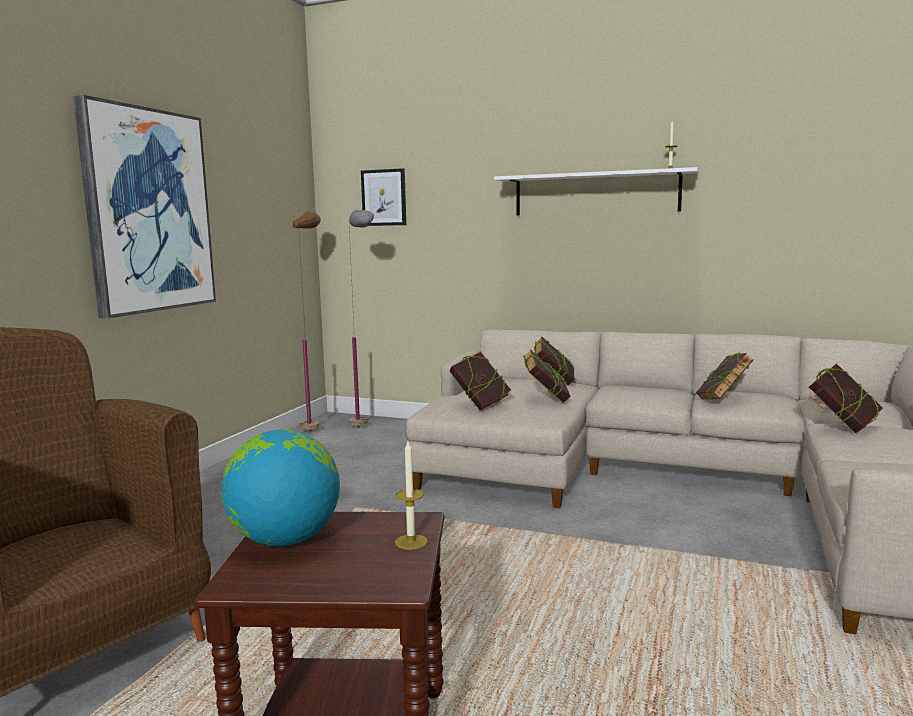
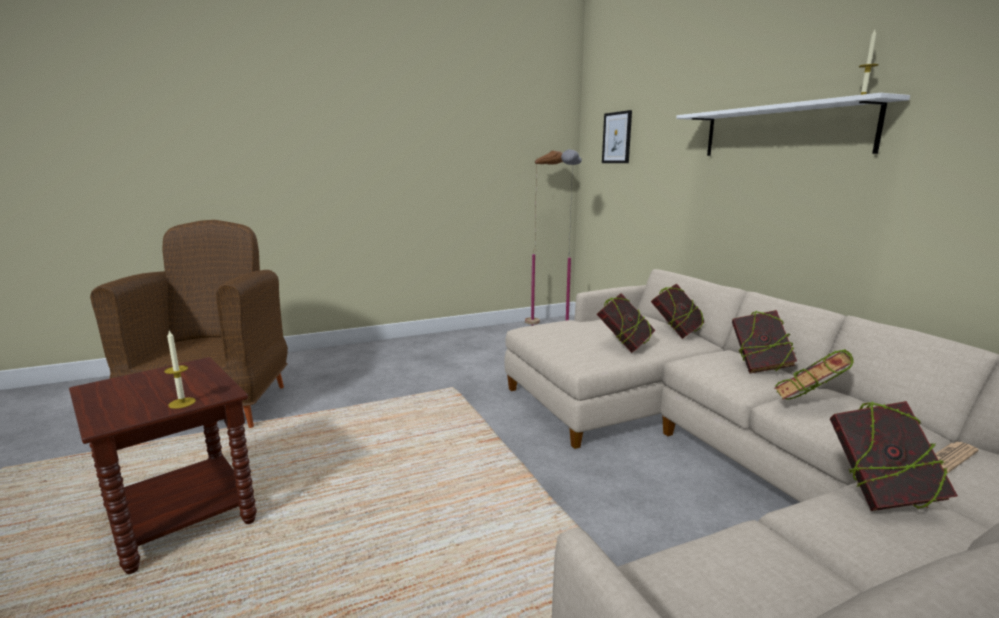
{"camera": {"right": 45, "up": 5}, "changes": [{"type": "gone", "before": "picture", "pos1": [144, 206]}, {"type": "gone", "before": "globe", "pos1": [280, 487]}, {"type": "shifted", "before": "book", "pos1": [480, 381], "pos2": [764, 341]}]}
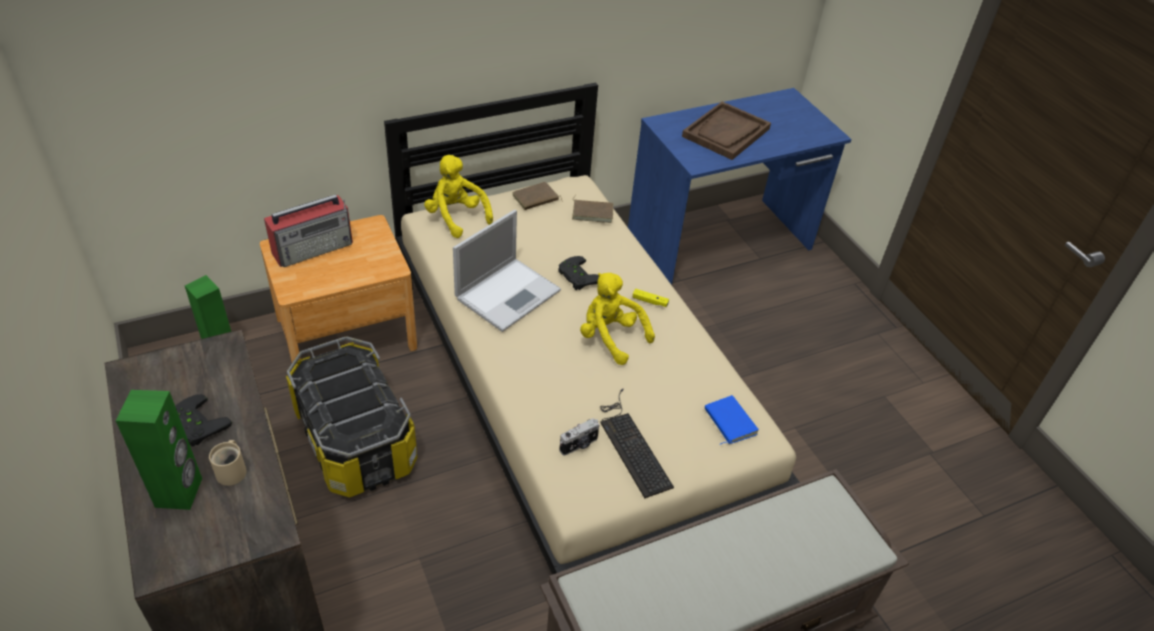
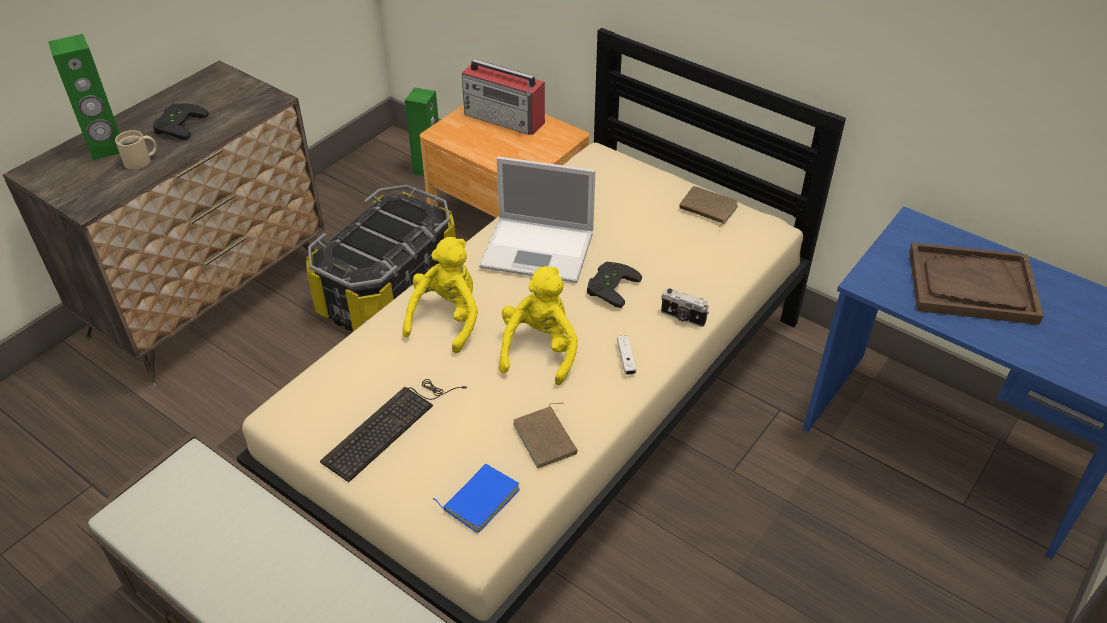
{"camera": {"right": 65, "up": 0}, "changes": [{"type": "shifted", "before": "plush toy (yellow)", "pos1": [458, 196], "pos2": [440, 295]}, {"type": "shifted", "before": "photo camera", "pos1": [579, 437], "pos2": [685, 307]}, {"type": "shifted", "before": "book (brown)", "pos1": [592, 209], "pos2": [545, 435]}, {"type": "repainted", "before": "game controller (yellow)", "after": "game controller (white)", "pos1": [651, 298], "pos2": [626, 355]}]}
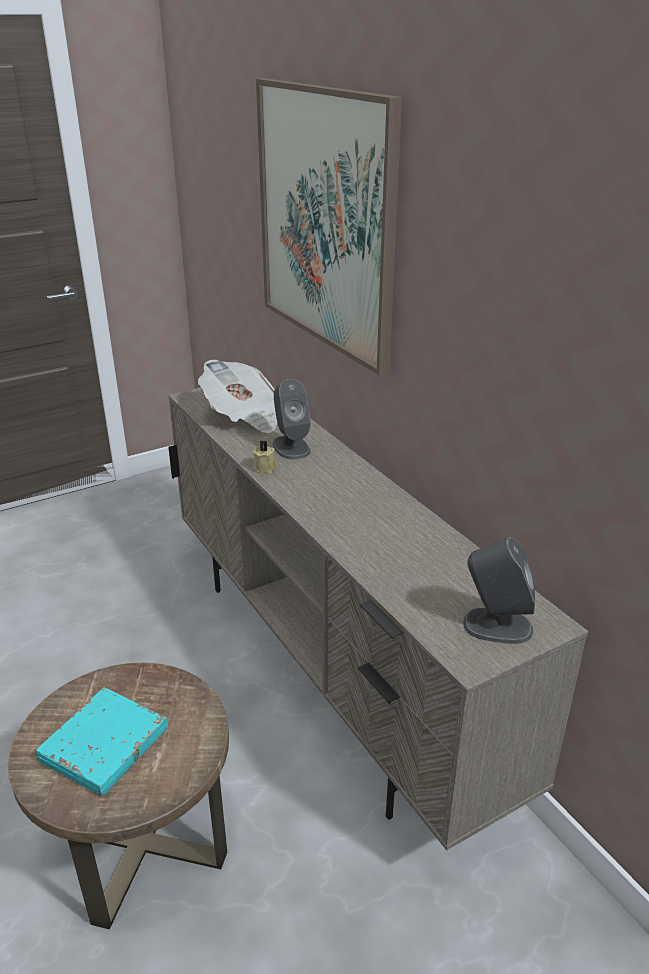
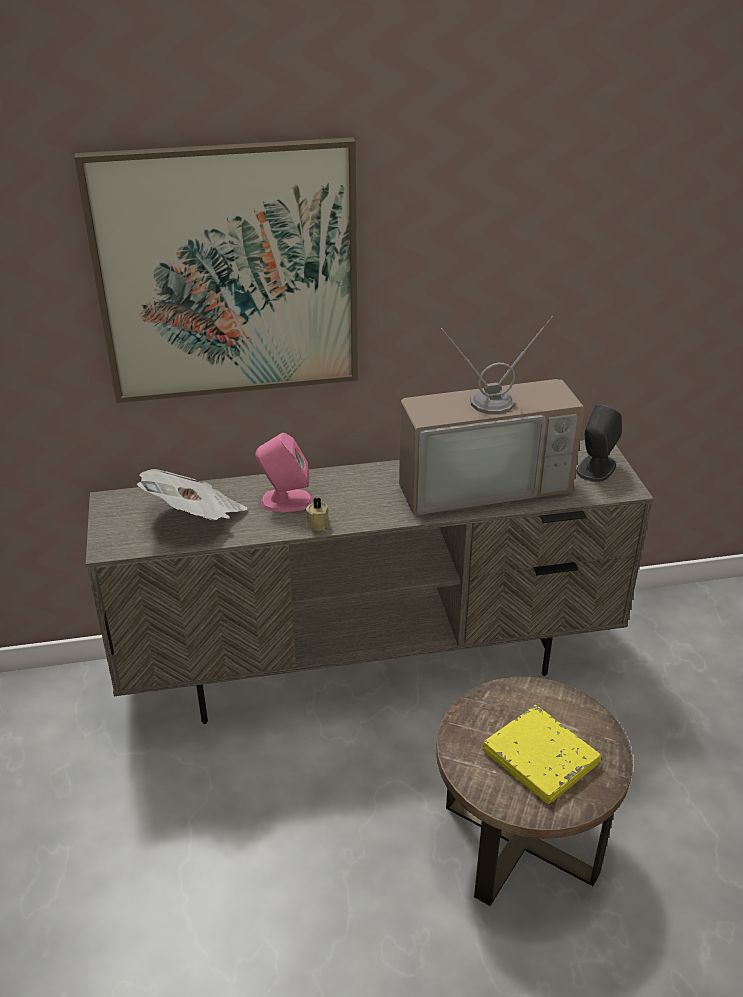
{"camera": {"right": -70, "up": 5}, "changes": [{"type": "repainted", "before": "book (turquoise)", "after": "book (yellow)", "pos1": [102, 742], "pos2": [542, 754]}, {"type": "repainted", "before": "speaker (grey)", "after": "speaker (pink)", "pos1": [292, 419], "pos2": [283, 472]}, {"type": "new", "after": "television", "pos2": [492, 415]}]}
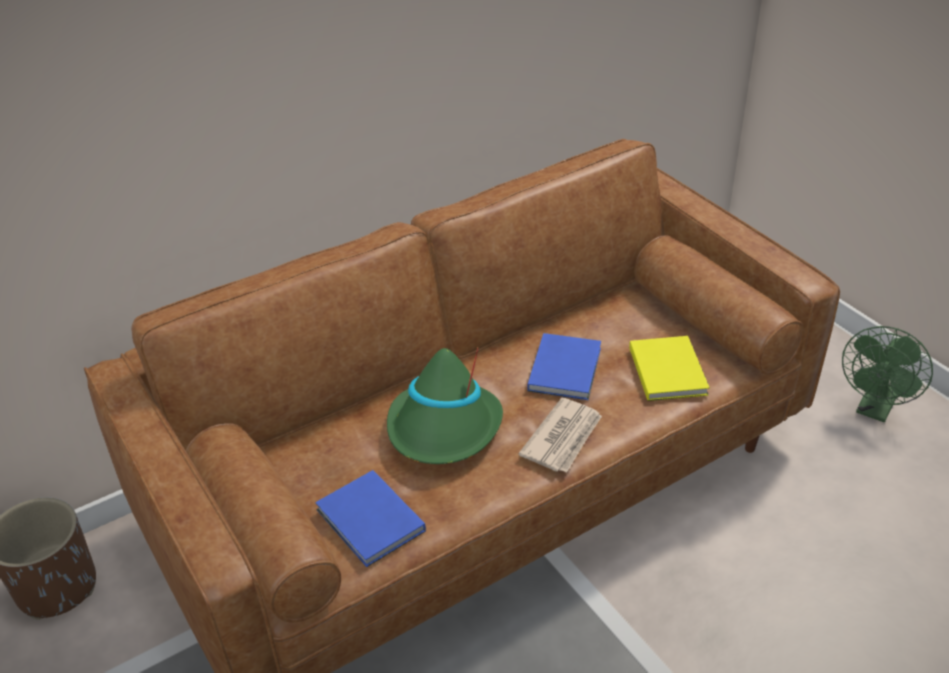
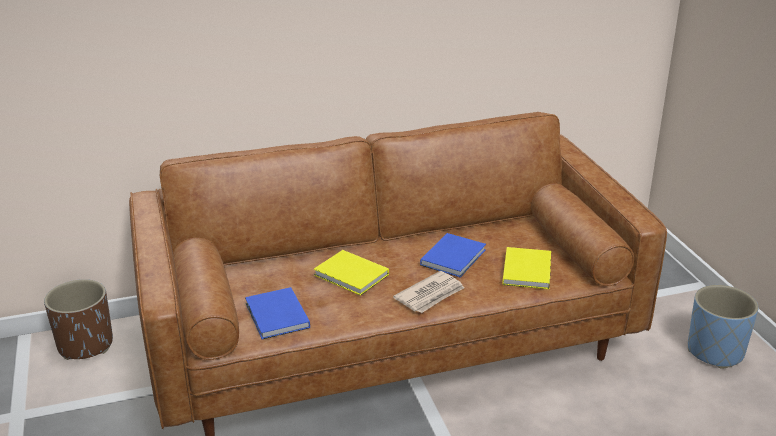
{"camera": {"right": 15, "up": -10}, "changes": [{"type": "swapped", "before": "hat (green)", "after": "book (yellow)", "pos1": [445, 405], "pos2": [351, 273]}, {"type": "swapped", "before": "fan (green)", "after": "planter (blue)", "pos1": [887, 374], "pos2": [723, 327]}]}
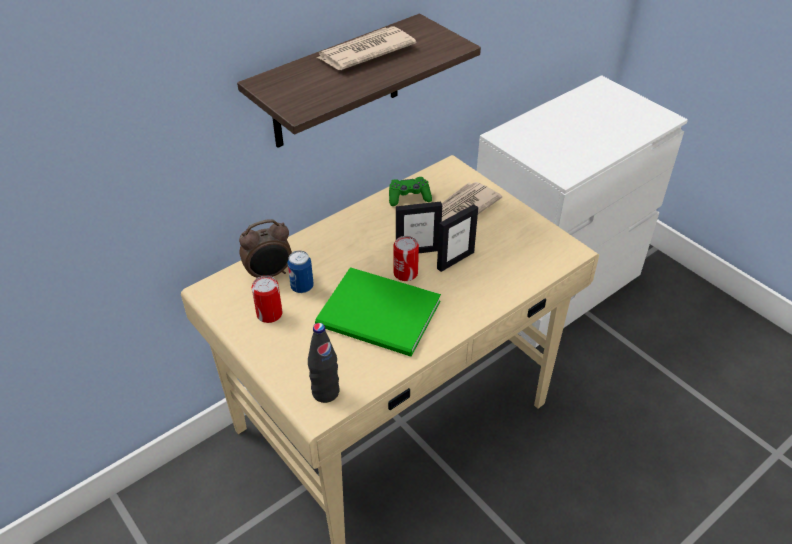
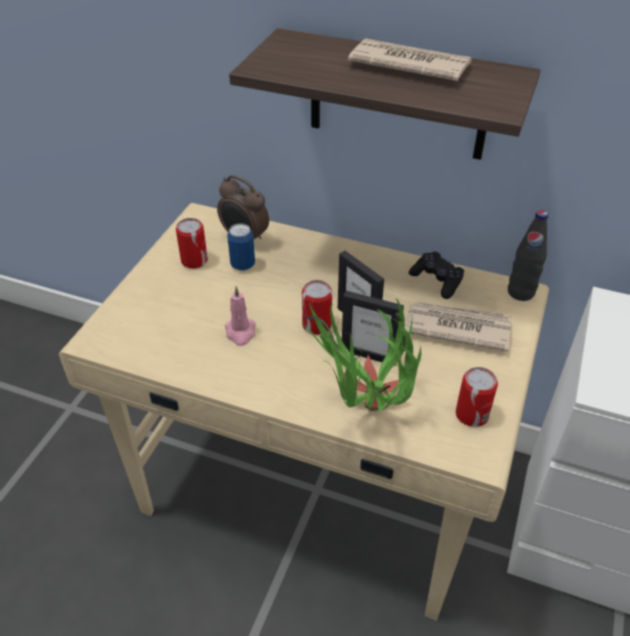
{"camera": {"right": 60, "up": 0}, "changes": [{"type": "shifted", "before": "bottle (black)", "pos1": [324, 363], "pos2": [528, 255]}, {"type": "swapped", "before": "book (green)", "after": "candle (pink)", "pos1": [378, 312], "pos2": [240, 316]}, {"type": "repainted", "before": "game controller (green)", "after": "game controller (black)", "pos1": [410, 191], "pos2": [436, 275]}, {"type": "new", "after": "potted plant", "pos2": [362, 354]}, {"type": "new", "after": "can", "pos2": [477, 397]}]}
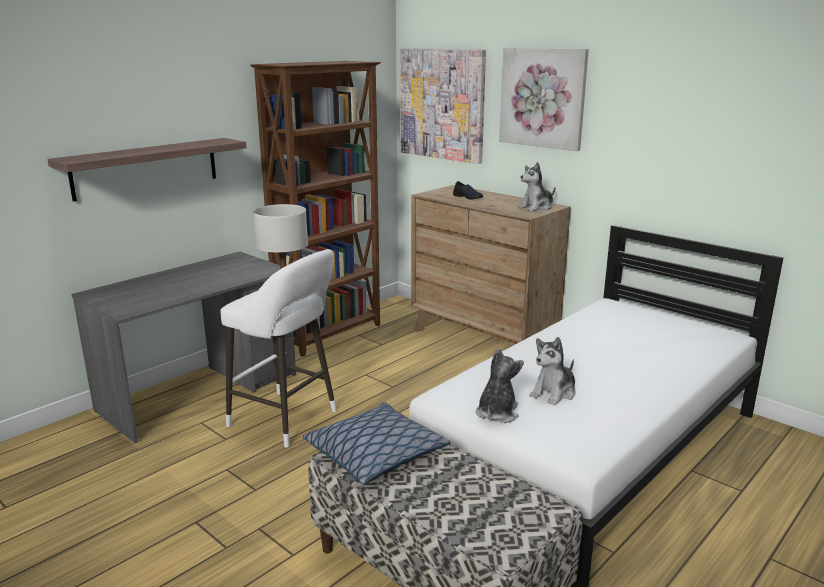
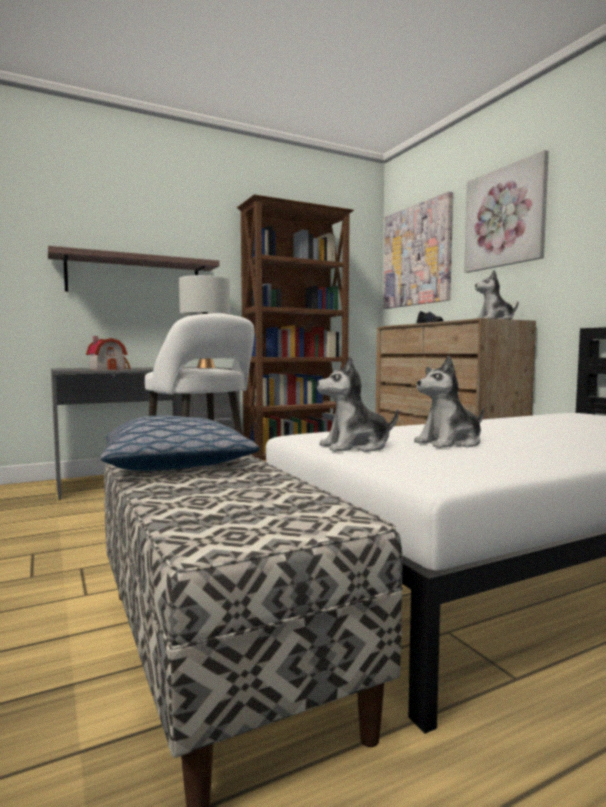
{"camera": {"right": 20, "up": -15}, "changes": [{"type": "rotated", "before": "plush toy", "pos1": [500, 385], "pos2": [358, 404], "turn": -150}, {"type": "new", "after": "toy house", "pos2": [108, 353]}]}
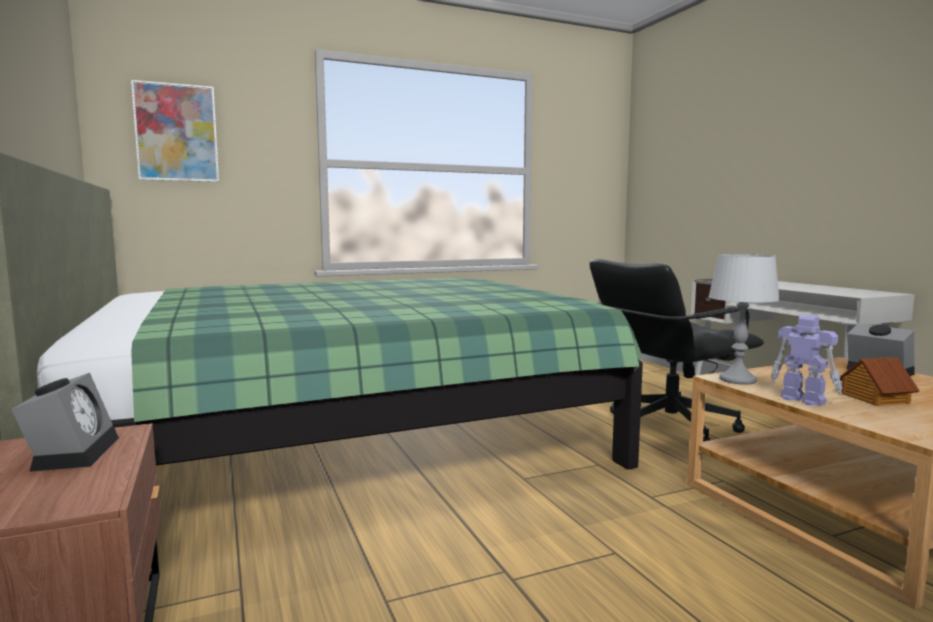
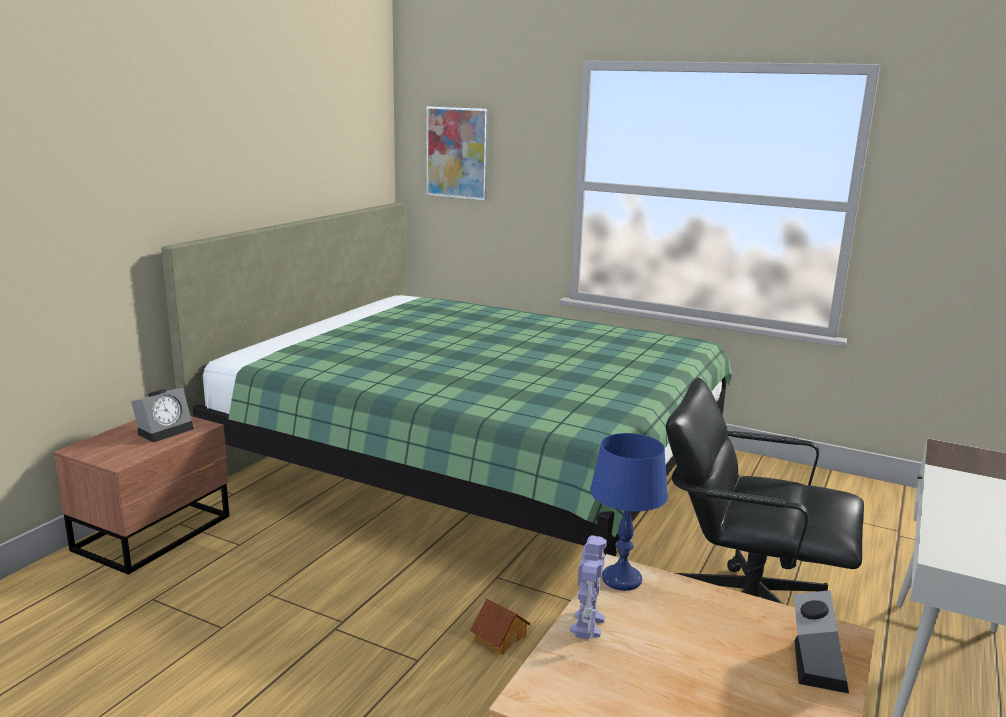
{"camera": {"right": 50, "up": 10}, "changes": [{"type": "repainted", "before": "table lamp (grey)", "after": "table lamp (blue)", "pos1": [744, 319], "pos2": [629, 512]}, {"type": "shifted", "before": "toy house", "pos1": [879, 381], "pos2": [500, 626]}]}
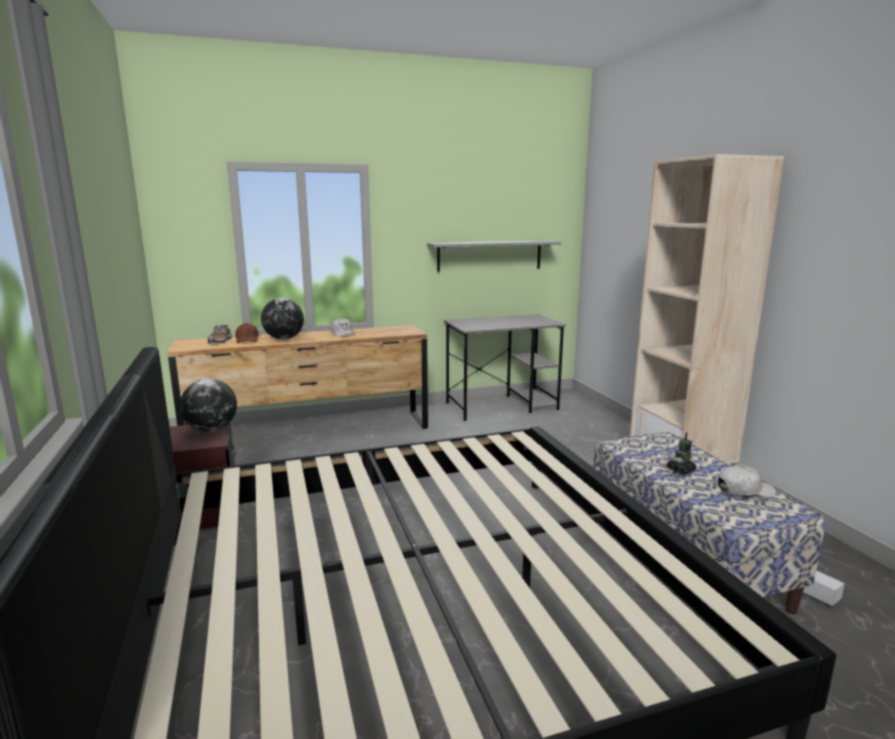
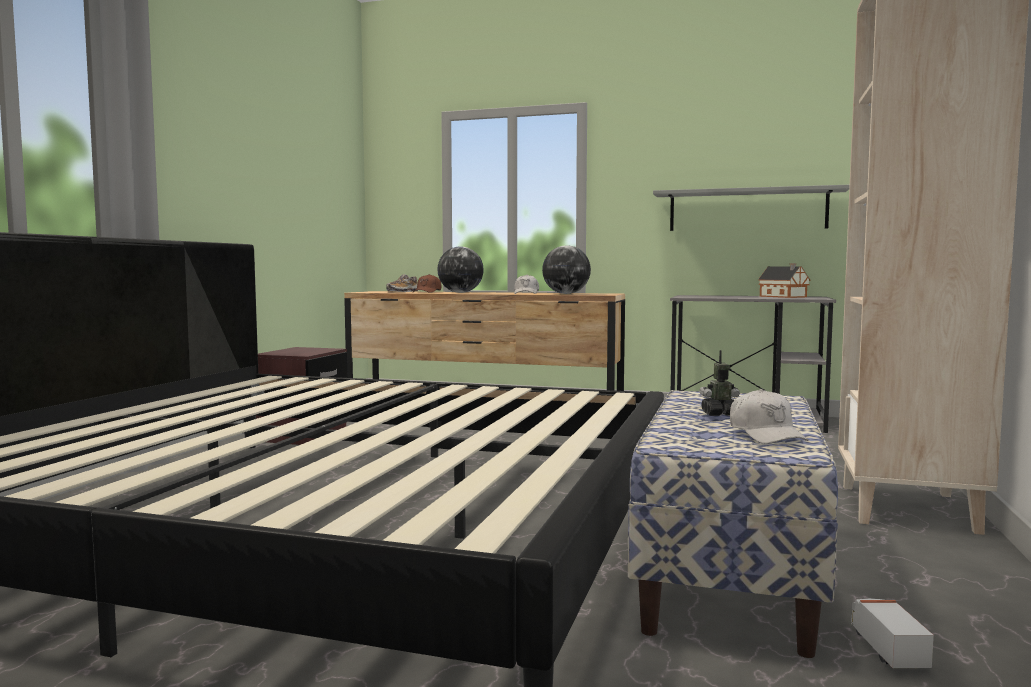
{"camera": {"right": 35, "up": -10}, "changes": [{"type": "shifted", "before": "globe", "pos1": [208, 405], "pos2": [566, 269]}, {"type": "rotated", "before": "cap (white)", "pos1": [747, 481], "pos2": [769, 416], "turn": 45}, {"type": "new", "after": "toy house", "pos2": [784, 280]}]}
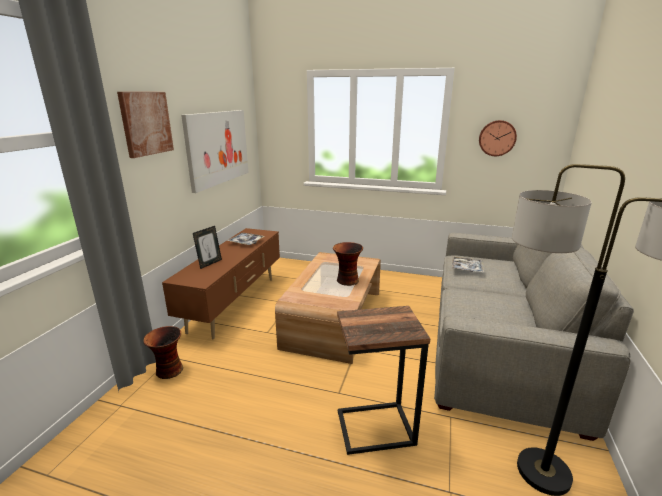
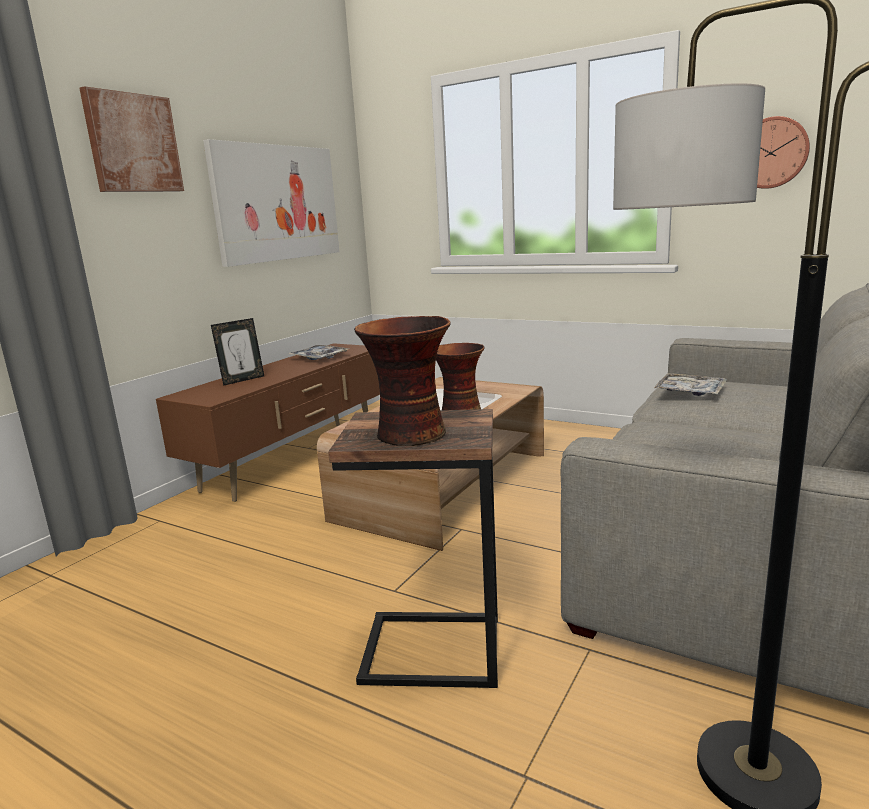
{"camera": {"right": 15, "up": -5}, "changes": [{"type": "shifted", "before": "vase", "pos1": [163, 352], "pos2": [402, 381]}]}
